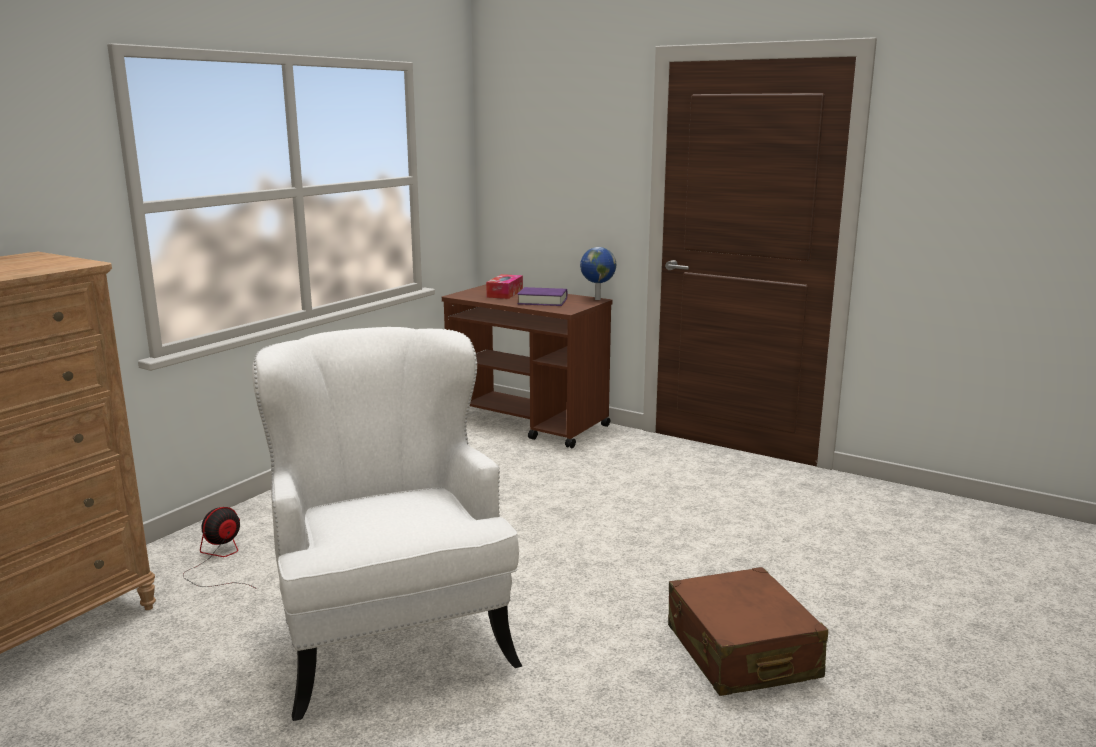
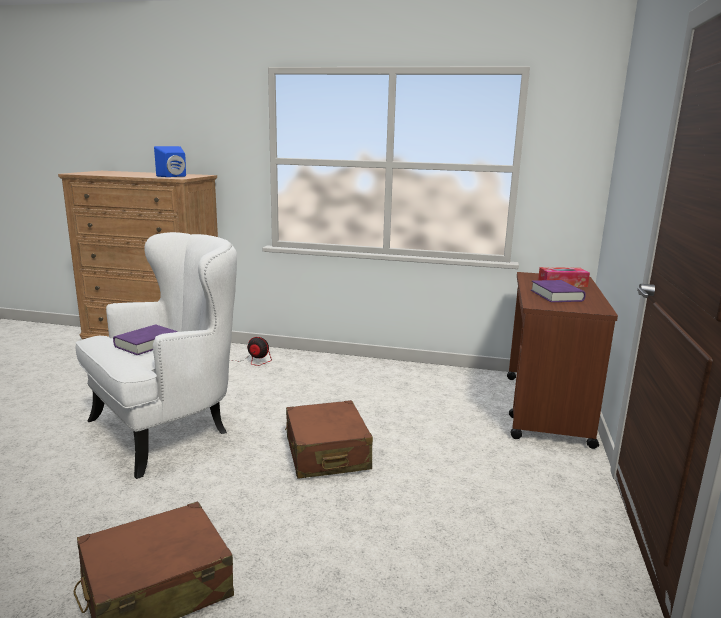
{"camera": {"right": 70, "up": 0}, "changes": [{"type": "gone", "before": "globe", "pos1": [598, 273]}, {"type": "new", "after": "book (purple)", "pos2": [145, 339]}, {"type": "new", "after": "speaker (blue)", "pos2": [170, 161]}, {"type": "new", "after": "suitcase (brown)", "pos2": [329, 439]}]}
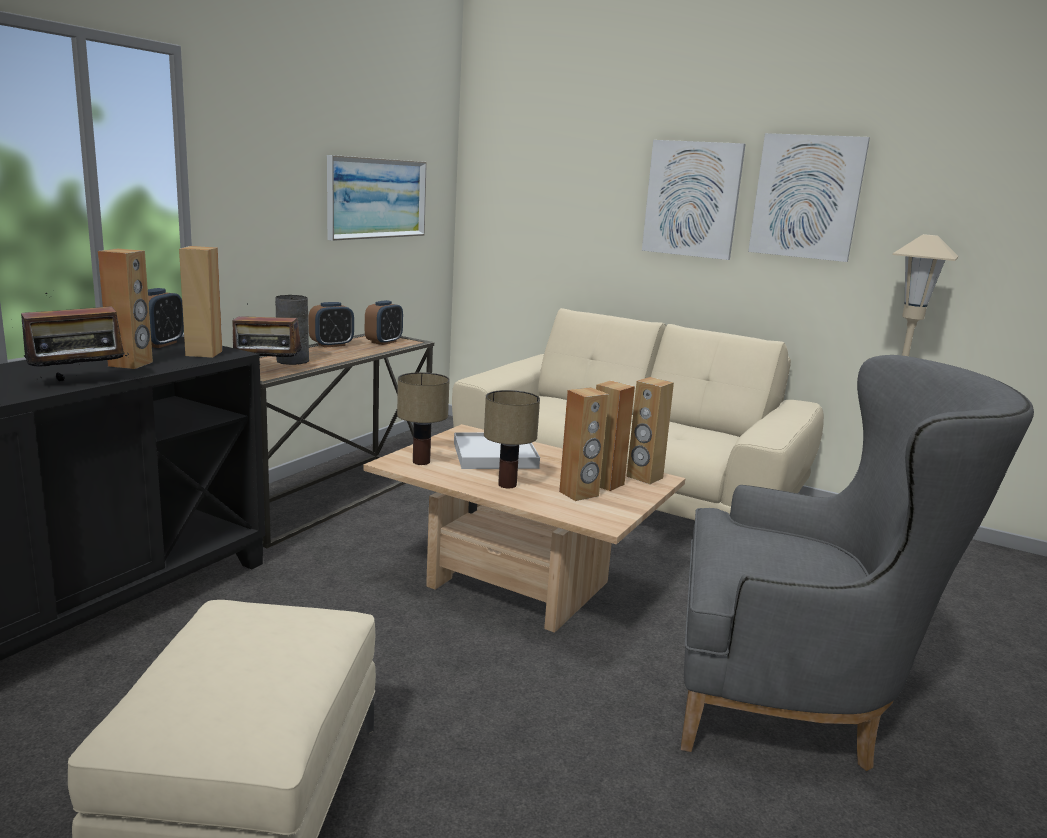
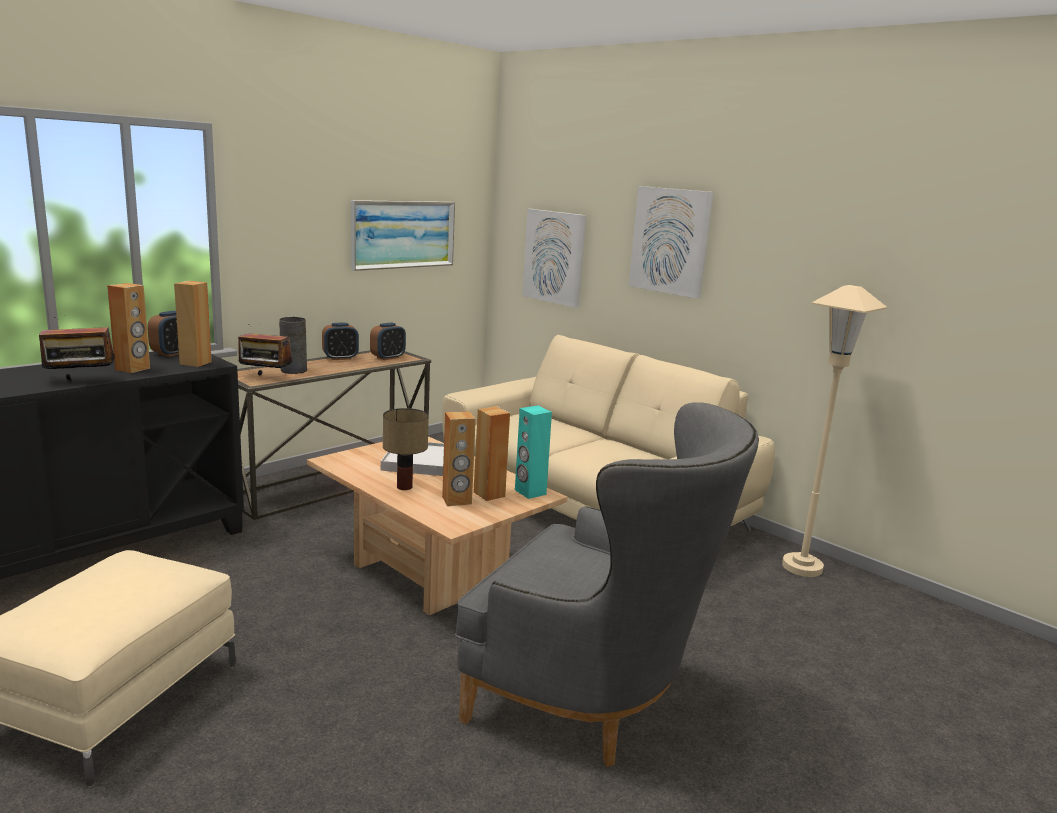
{"camera": {"right": 15, "up": 0}, "changes": [{"type": "gone", "before": "table lamp", "pos1": [423, 418]}, {"type": "repainted", "before": "speaker (brown)", "after": "speaker (turquoise)", "pos1": [650, 430], "pos2": [533, 452]}, {"type": "shifted", "before": "picture", "pos1": [809, 197], "pos2": [554, 258]}]}
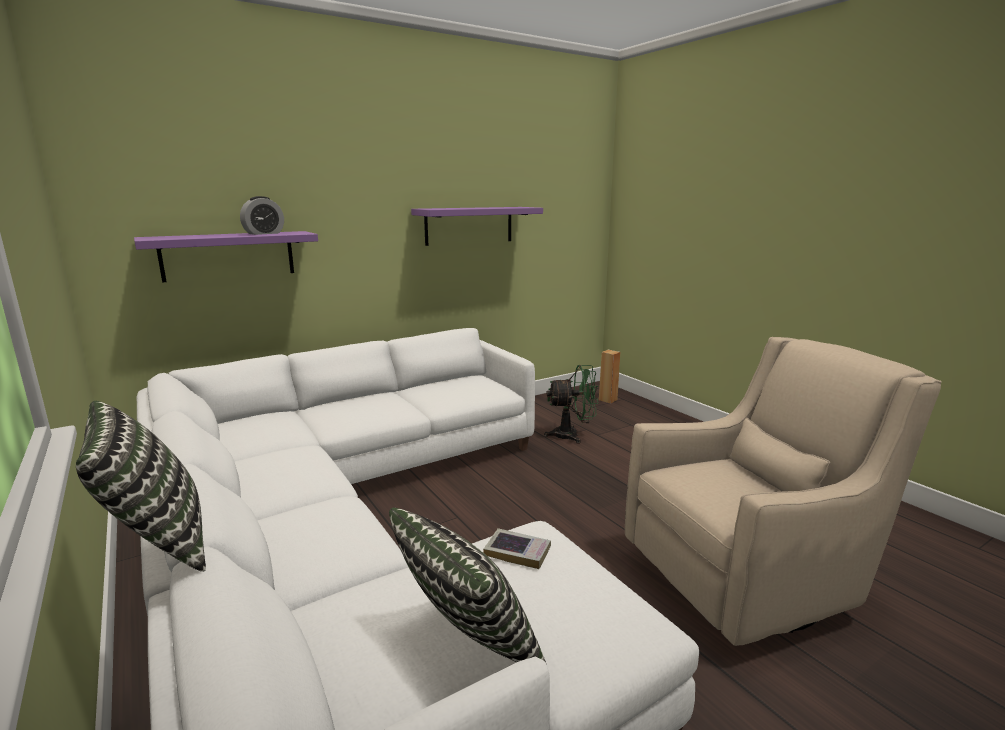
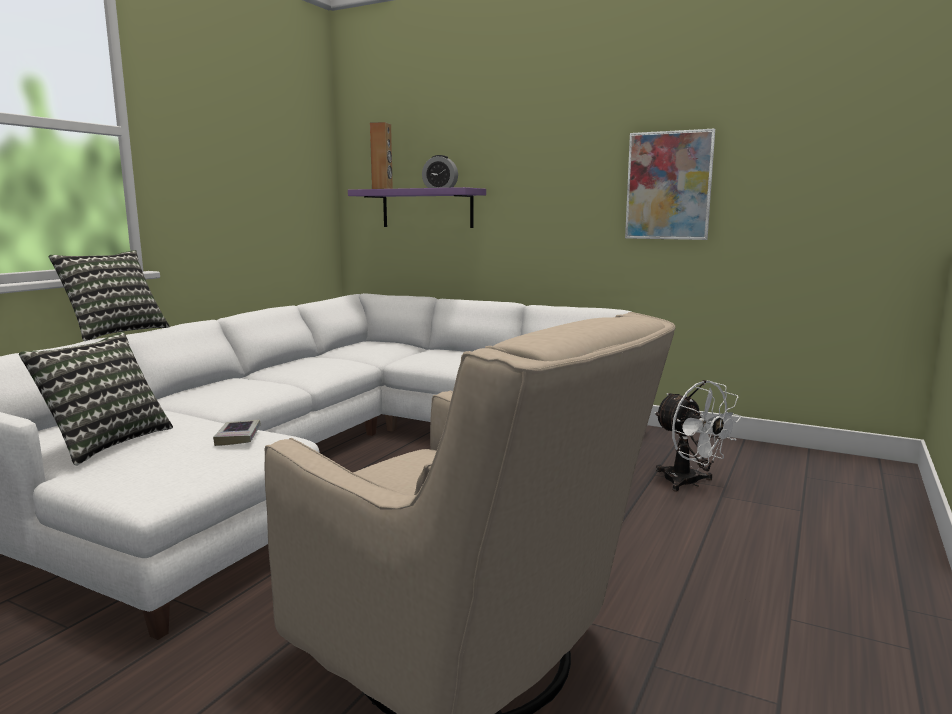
{"camera": {"right": 60, "up": -5}, "changes": [{"type": "swapped", "before": "shelf (purple)", "after": "picture", "pos1": [477, 226], "pos2": [670, 184]}, {"type": "repainted", "before": "fan (green)", "after": "fan (white)", "pos1": [571, 404], "pos2": [698, 435]}, {"type": "shifted", "before": "speaker (brown)", "pos1": [609, 376], "pos2": [381, 155]}]}
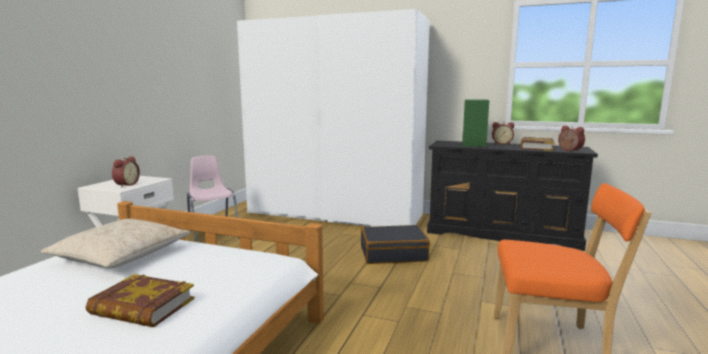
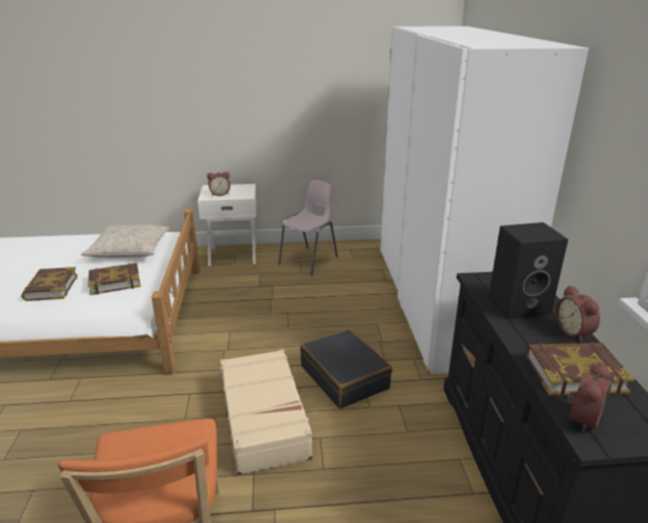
{"camera": {"right": 65, "up": 15}, "changes": [{"type": "repainted", "before": "speaker (green)", "after": "speaker (black)", "pos1": [475, 123], "pos2": [528, 271]}, {"type": "new", "after": "book", "pos2": [114, 279]}, {"type": "new", "after": "suitcase (beige)", "pos2": [267, 412]}]}
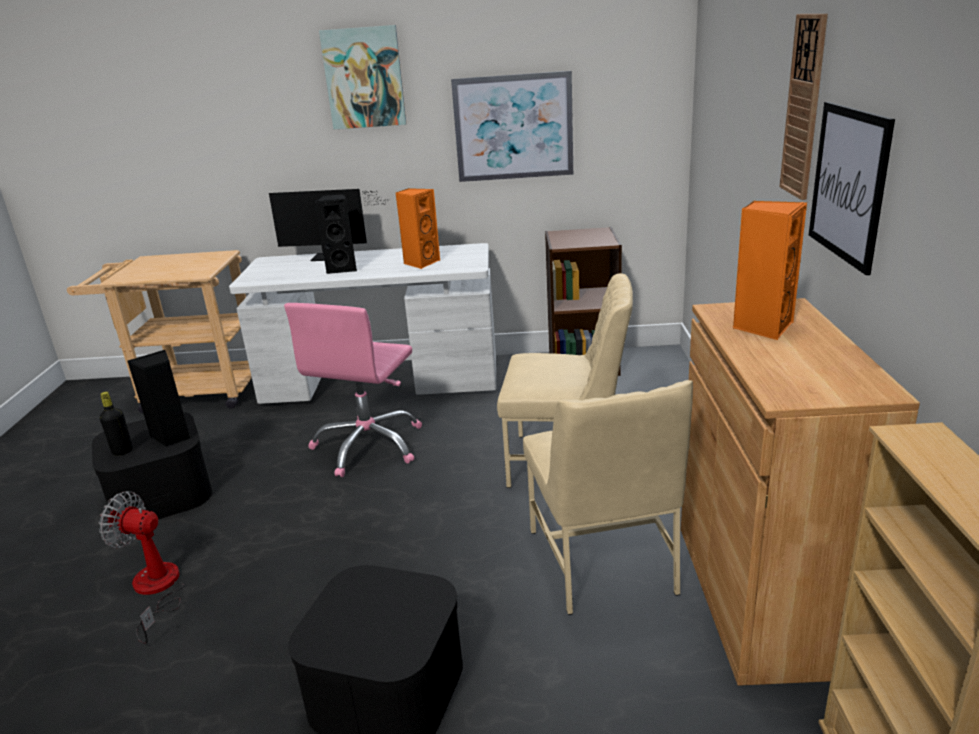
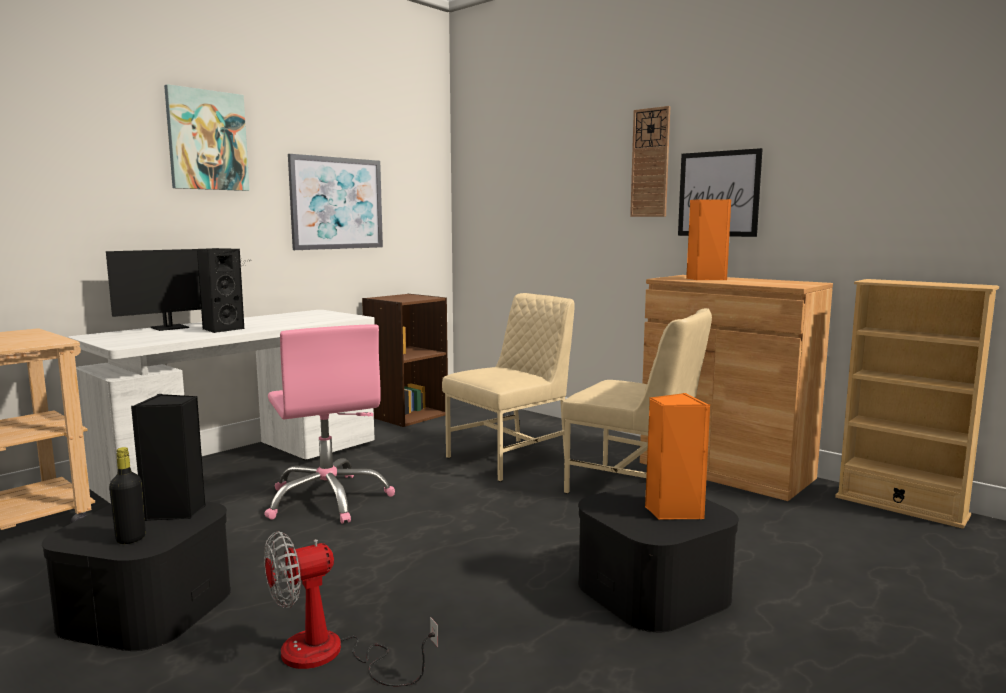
{"camera": {"right": -50, "up": -15}, "changes": [{"type": "shifted", "before": "speaker (orange)", "pos1": [417, 228], "pos2": [677, 456]}]}
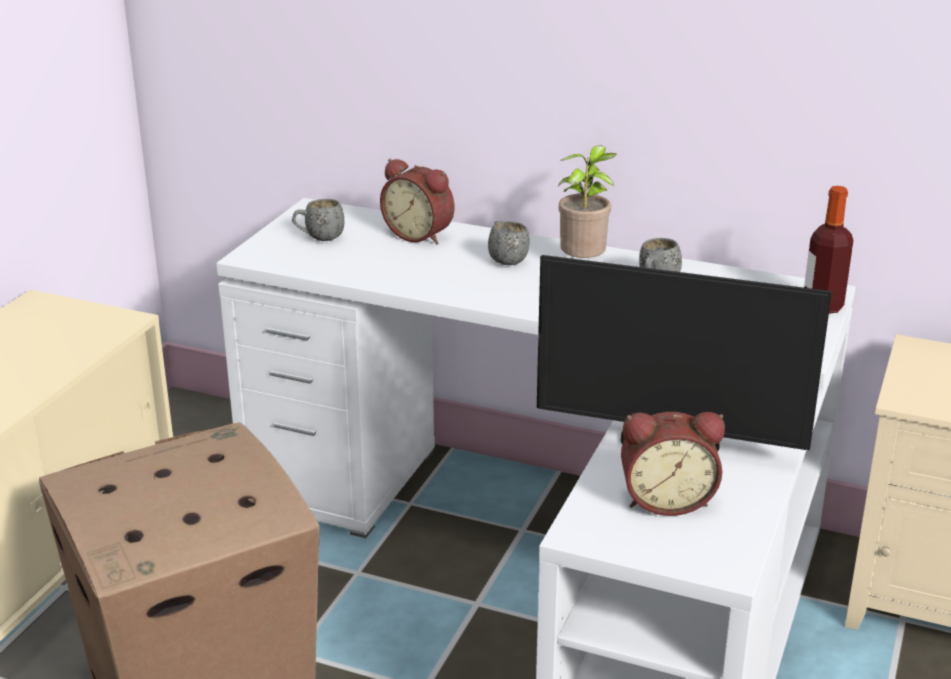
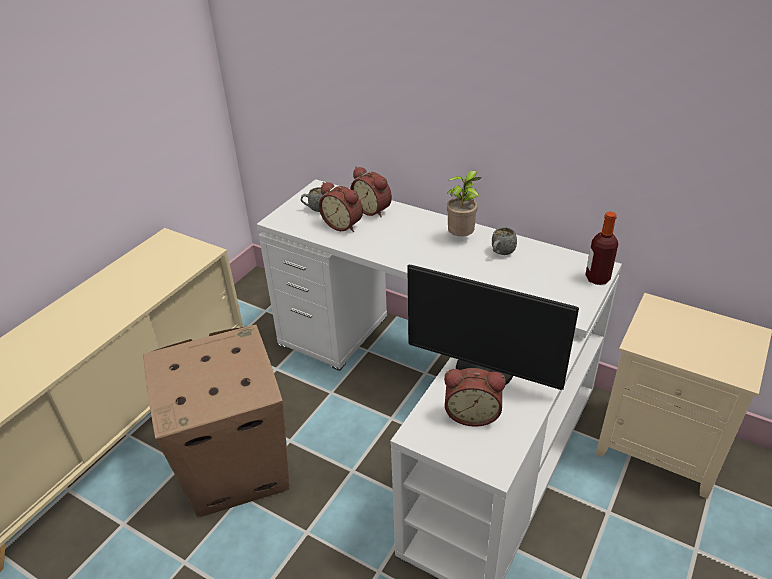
{"camera": {"right": 10, "up": 10}, "changes": [{"type": "gone", "before": "mug (grey)", "pos1": [508, 243]}, {"type": "new", "after": "alarm clock", "pos2": [341, 207]}]}
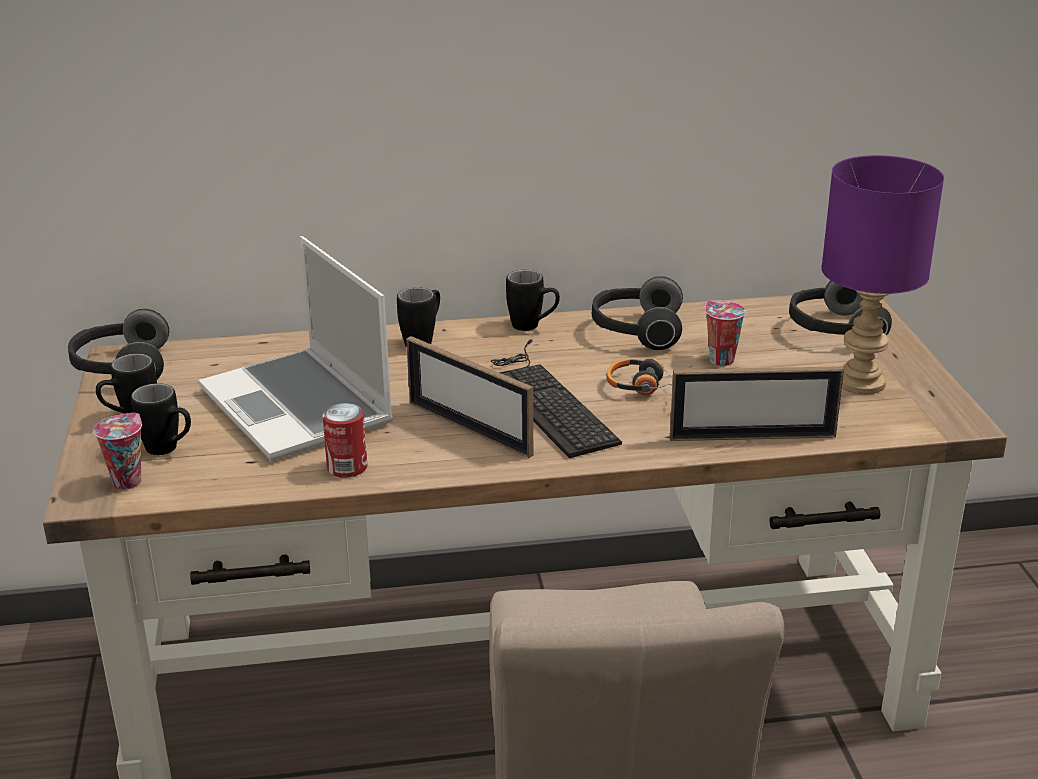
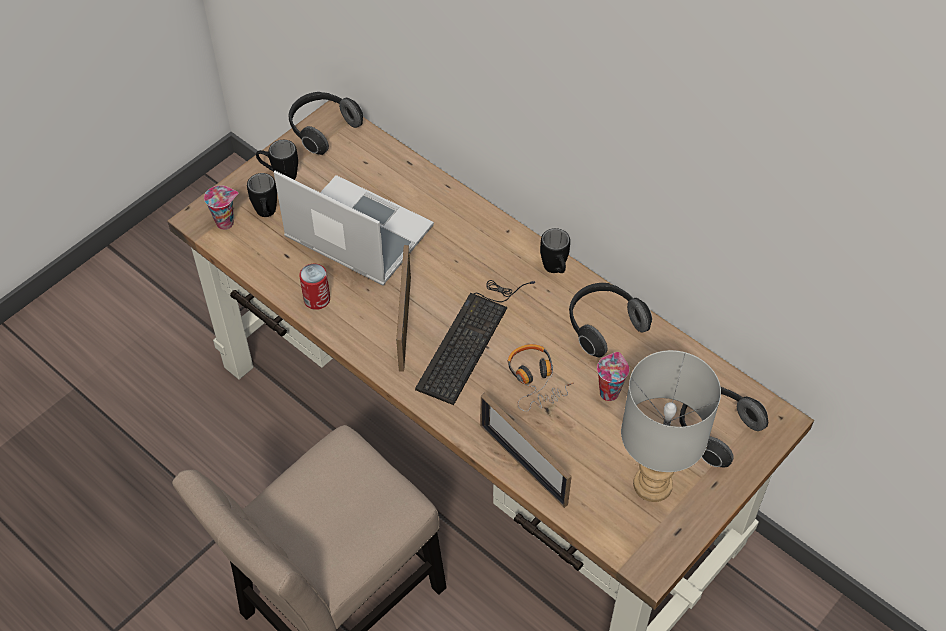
{"camera": {"right": 50, "up": 25}, "changes": [{"type": "rotated", "before": "laptop", "pos1": [296, 348], "pos2": [354, 228], "turn": 105}, {"type": "gone", "before": "mug (black)", "pos1": [418, 317]}, {"type": "repainted", "before": "table lamp (purple)", "after": "table lamp (grey)", "pos1": [882, 274], "pos2": [671, 426]}]}
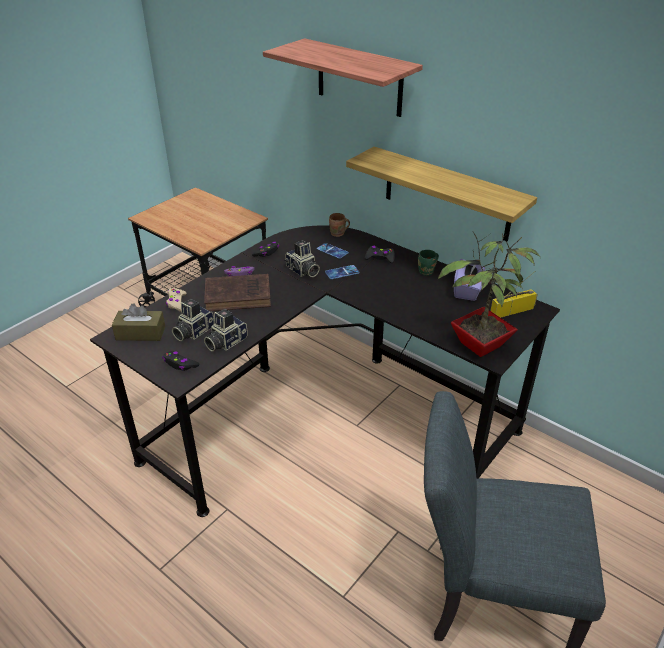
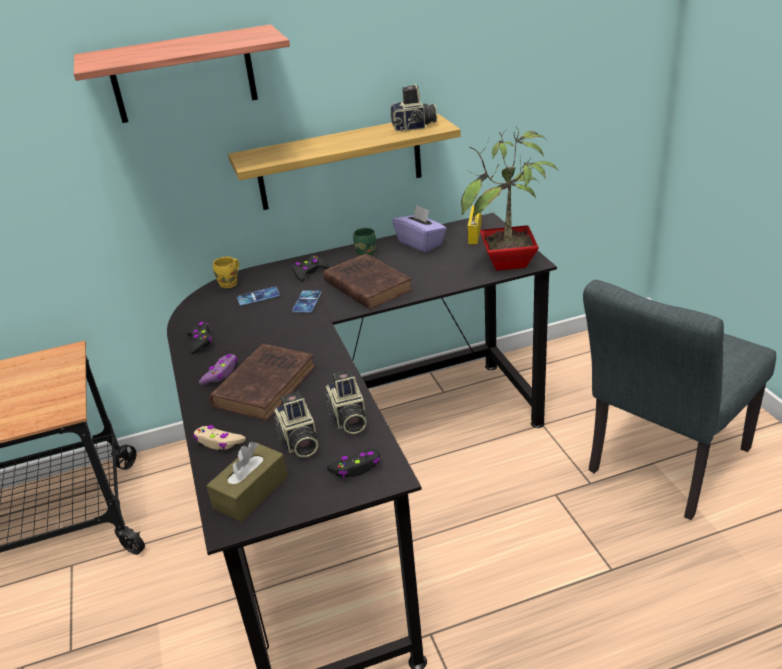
{"camera": {"right": -55, "up": -5}, "changes": [{"type": "shifted", "before": "photo camera", "pos1": [302, 258], "pos2": [413, 107]}, {"type": "repainted", "before": "mug (brown)", "after": "mug (yellow)", "pos1": [339, 225], "pos2": [226, 272]}, {"type": "new", "after": "book (brown)", "pos2": [368, 281]}]}
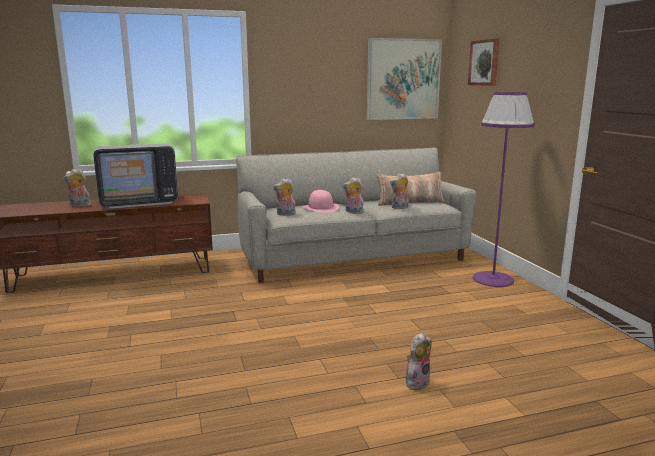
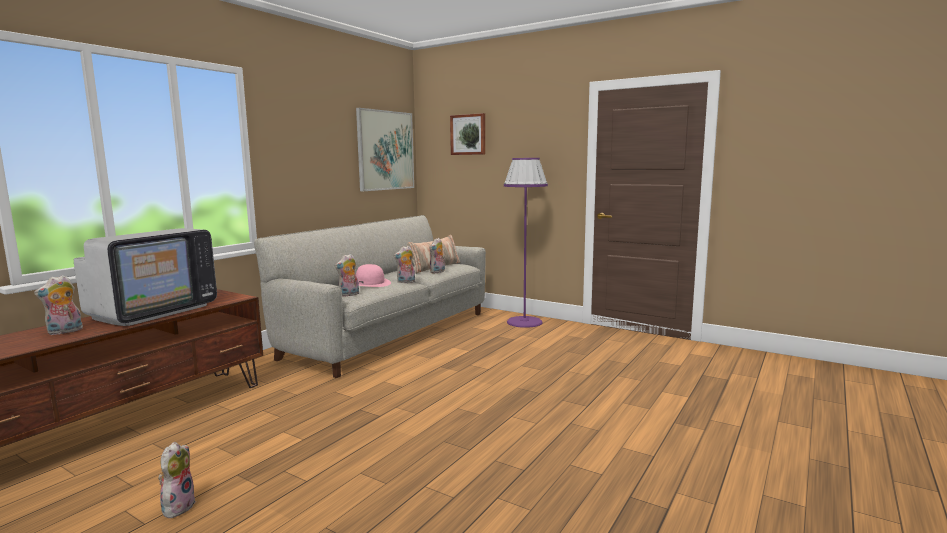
{"camera": {"right": -40, "up": -5}, "changes": [{"type": "shifted", "before": "plush toy", "pos1": [419, 361], "pos2": [177, 480]}]}
